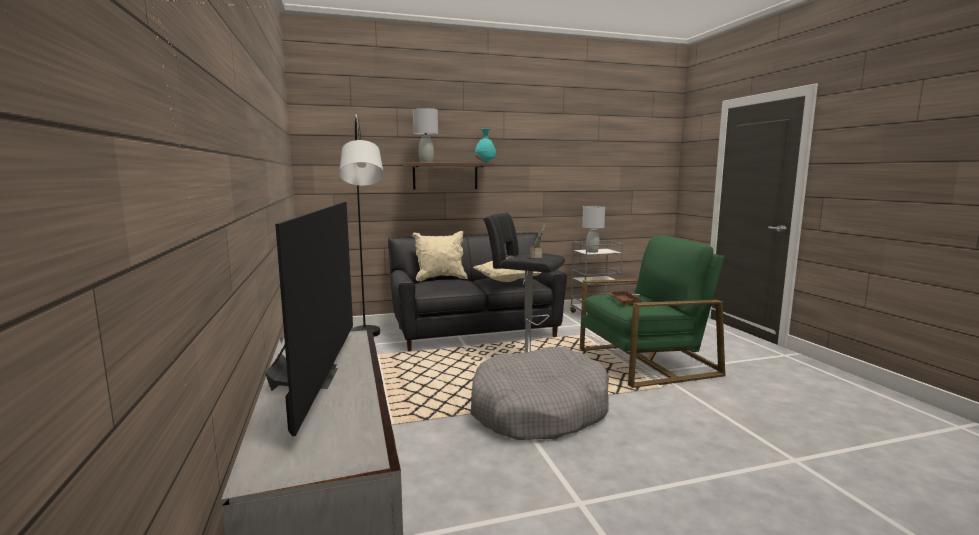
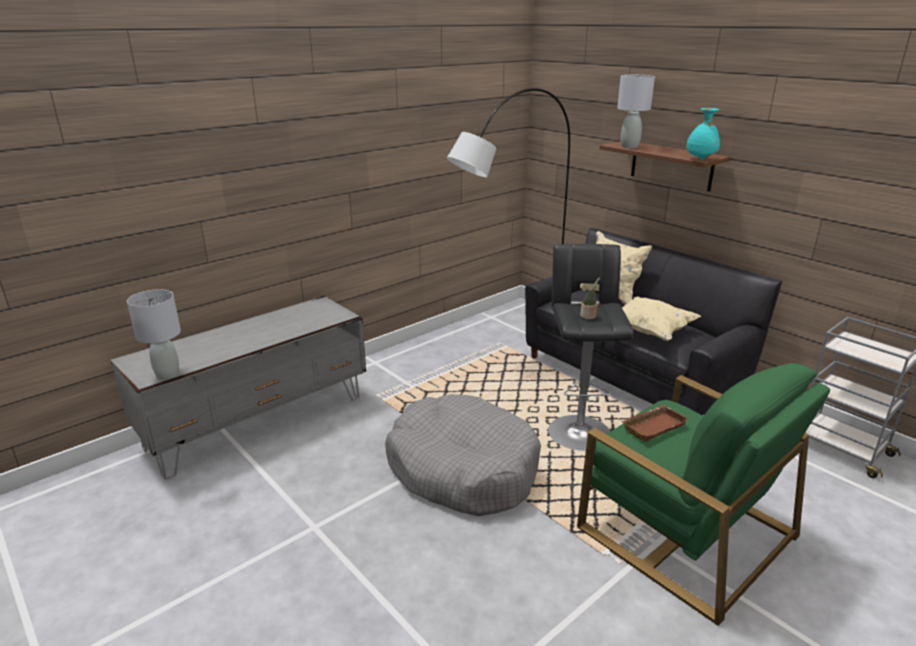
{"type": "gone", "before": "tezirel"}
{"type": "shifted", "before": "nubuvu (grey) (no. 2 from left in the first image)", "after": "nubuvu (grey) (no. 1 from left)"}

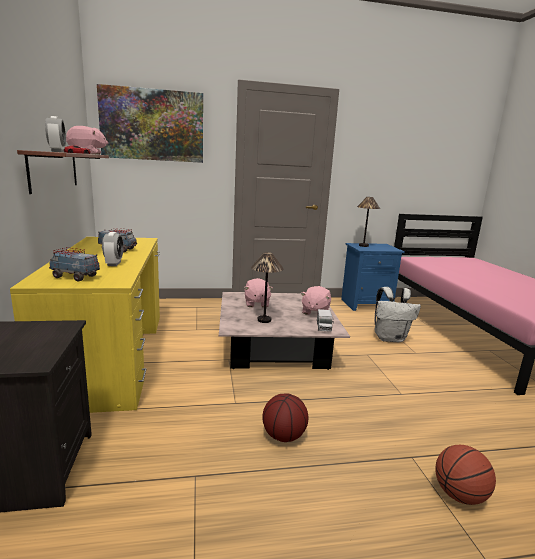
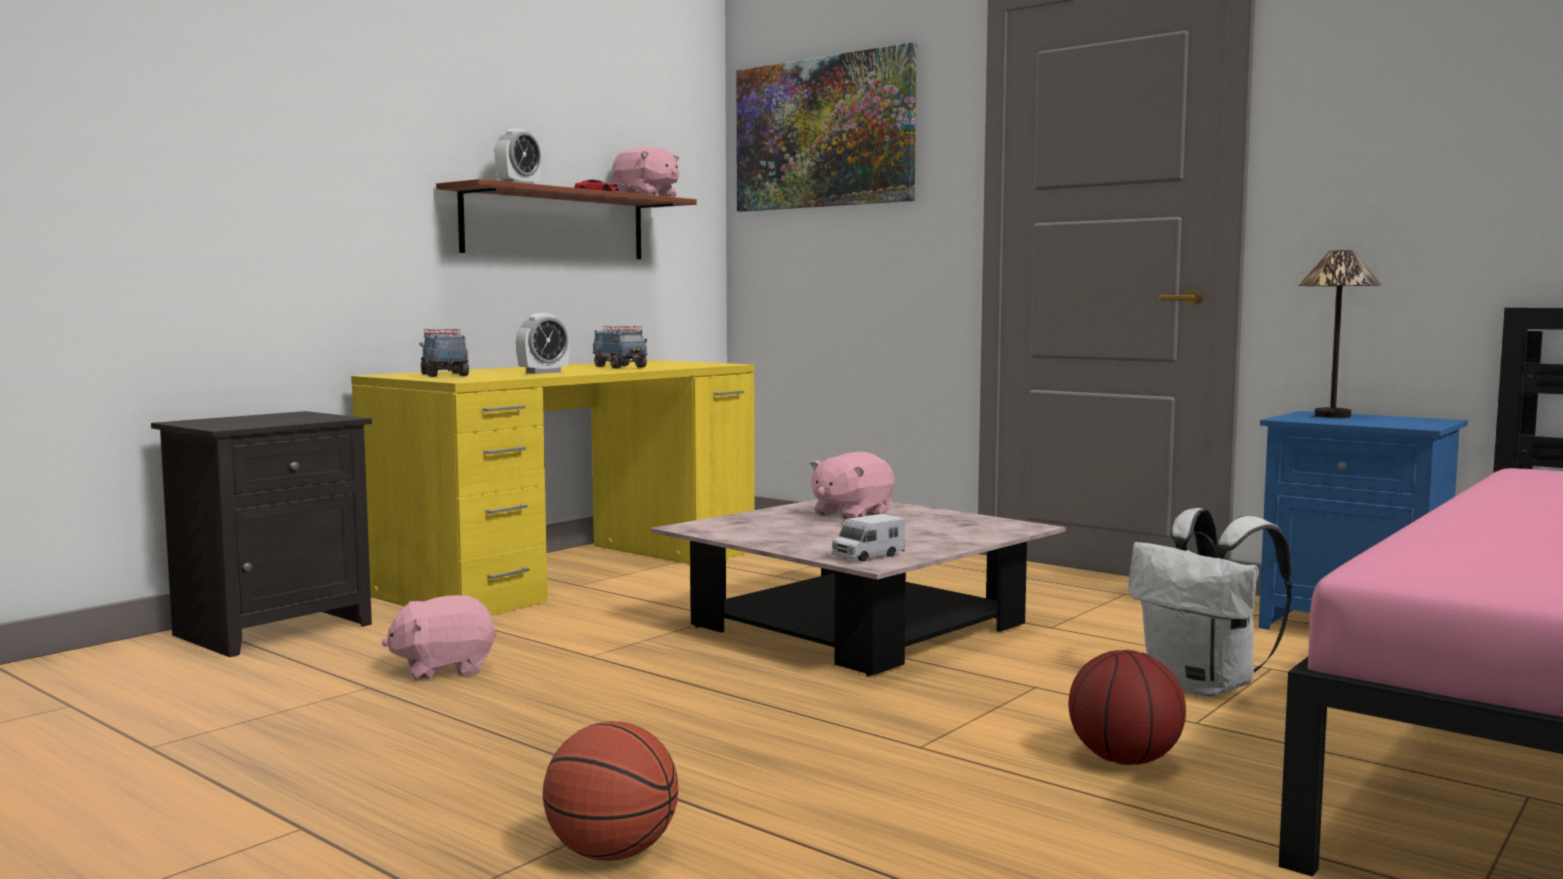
{"type": "gone", "before": "nubuvu (no. 1 from left)"}
{"type": "shifted", "before": "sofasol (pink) (no. 3 from left in the first image)", "after": "sofasol (pink) (no. 1 from left)"}
{"type": "shifted", "before": "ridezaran (no. 1 from left in the first image)", "after": "ridezaran (no. 2 from left)"}

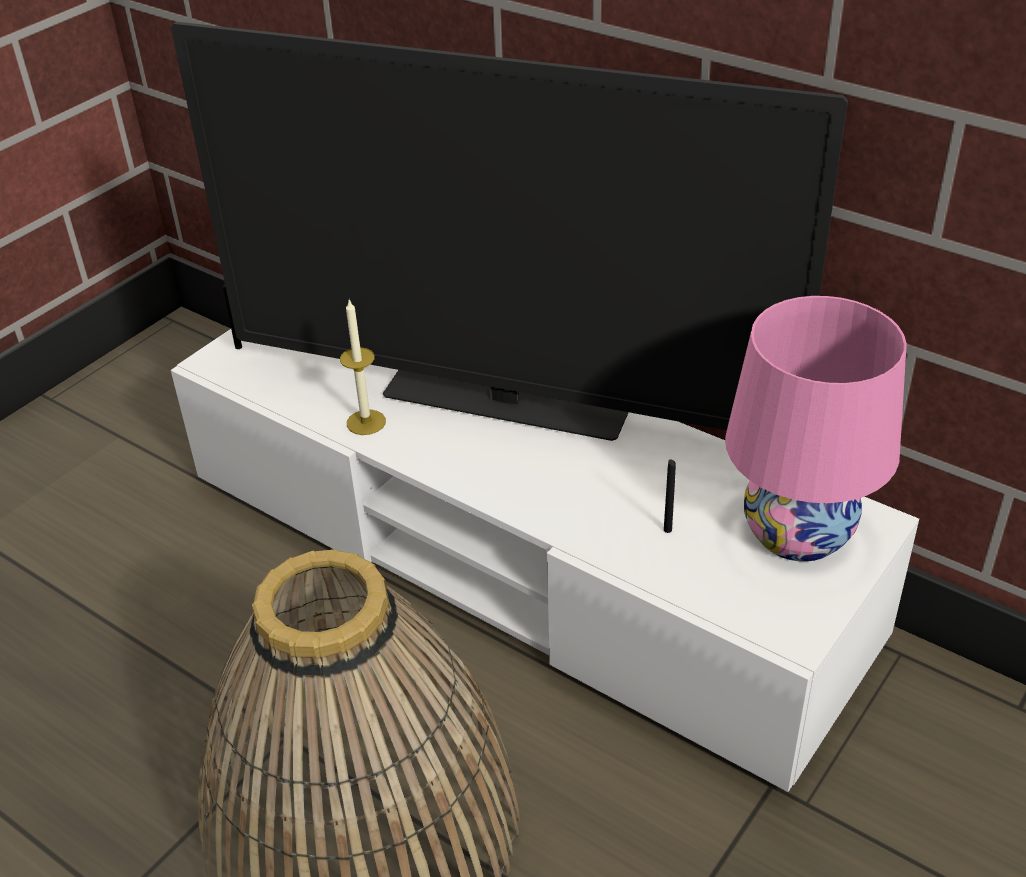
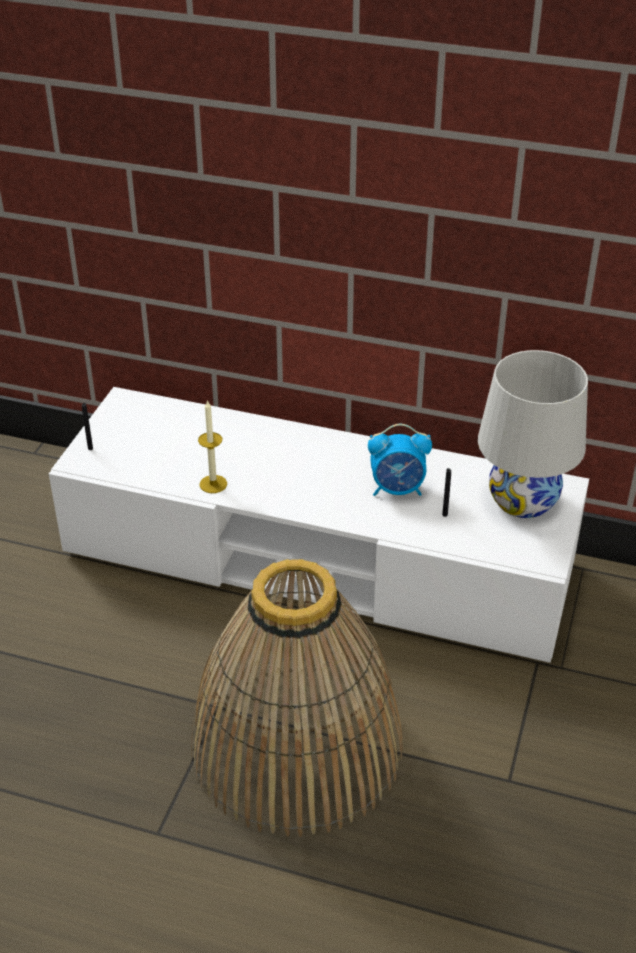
{"type": "gone", "before": "tezirel"}
{"type": "repainted", "before": "nubuvu (pink)", "after": "nubuvu (white)"}
{"type": "new", "after": "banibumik"}

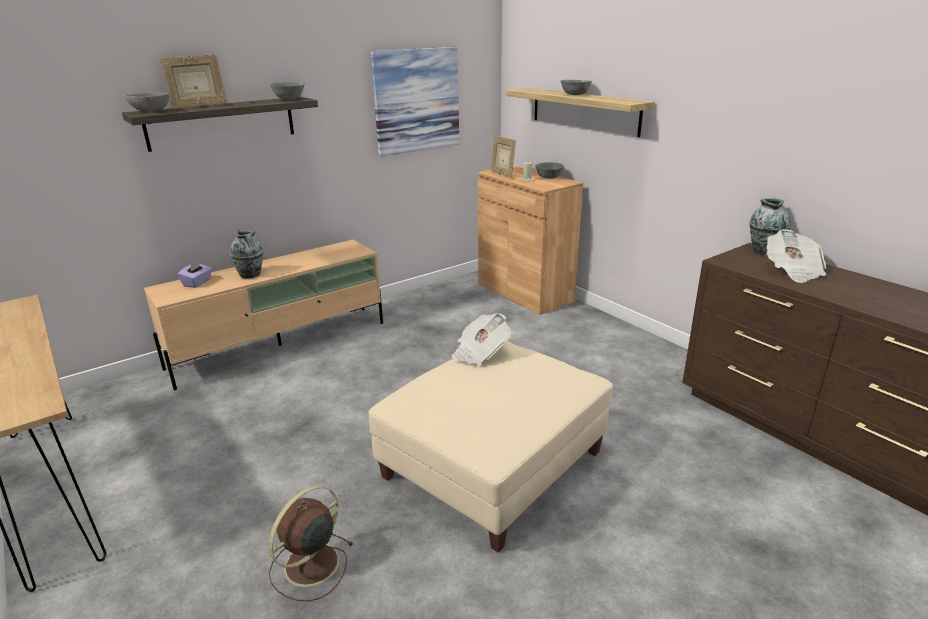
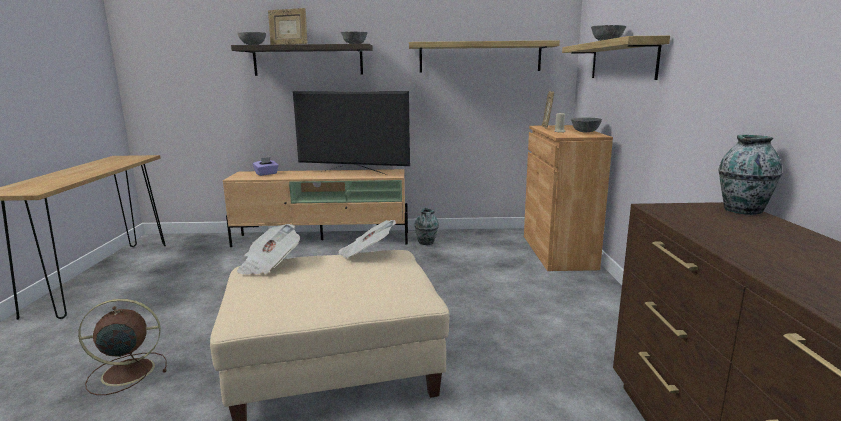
{"type": "swapped", "before": "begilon", "after": "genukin (no. 2 from left)"}
{"type": "shifted", "before": "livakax (no. 2 from left in the first image)", "after": "livakax (no. 1 from left)"}
{"type": "shifted", "before": "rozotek (no. 1 from left)"}
{"type": "new", "after": "tezirel"}

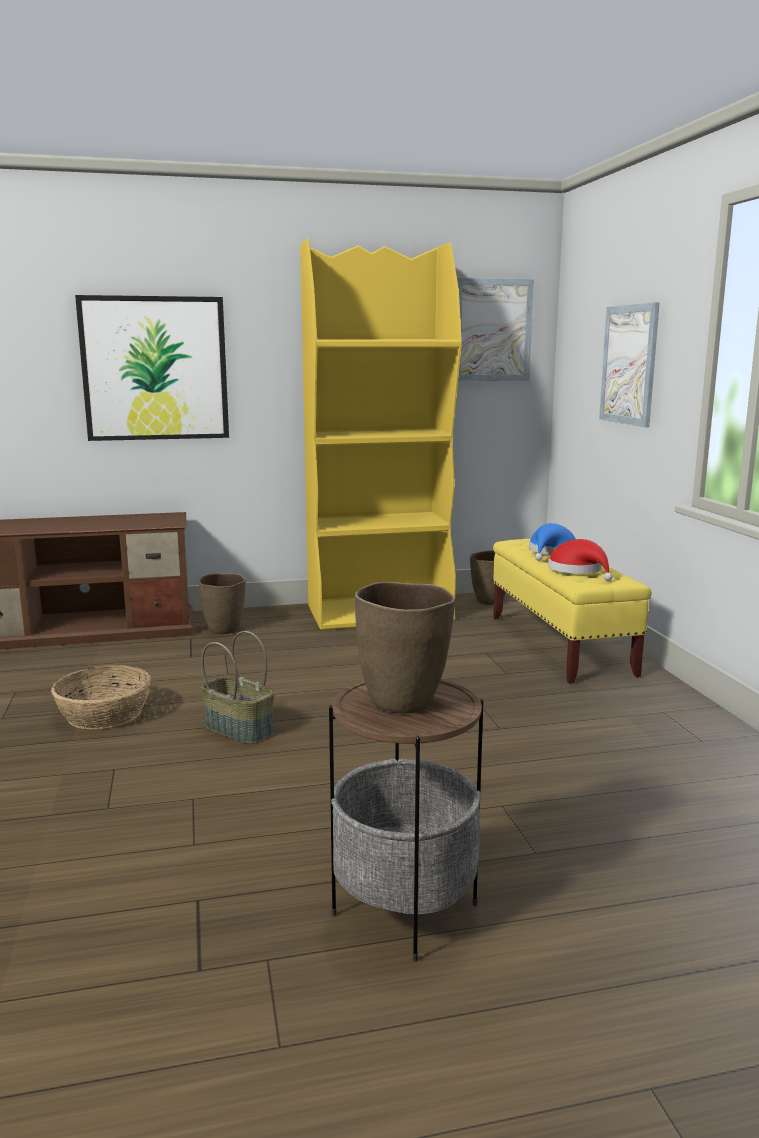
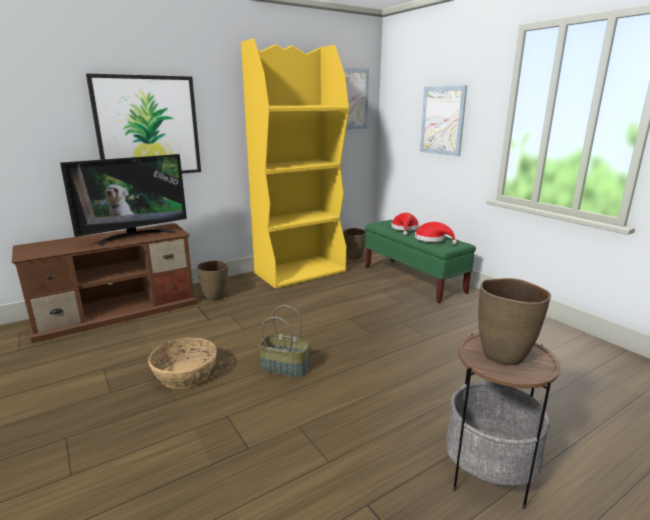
{"type": "repainted", "before": "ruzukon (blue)", "after": "ruzukon (red) (no. 1 from left)"}
{"type": "repainted", "before": "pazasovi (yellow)", "after": "pazasovi (green)"}
{"type": "new", "after": "tezirel"}

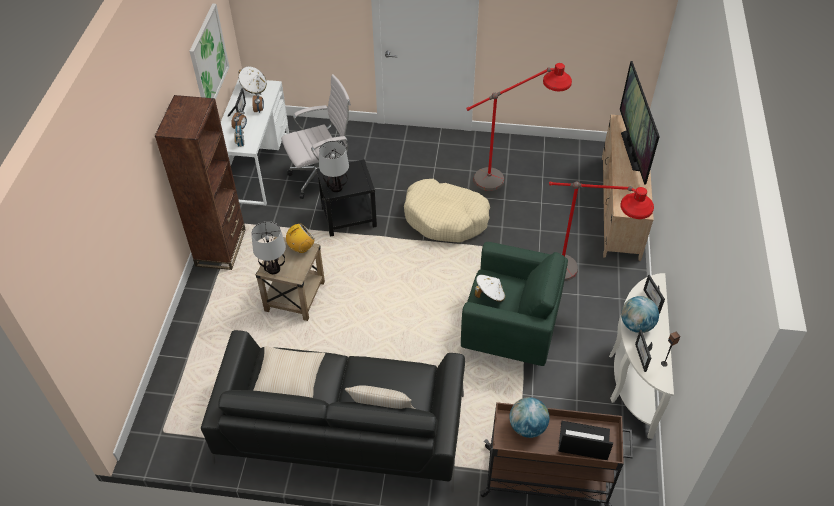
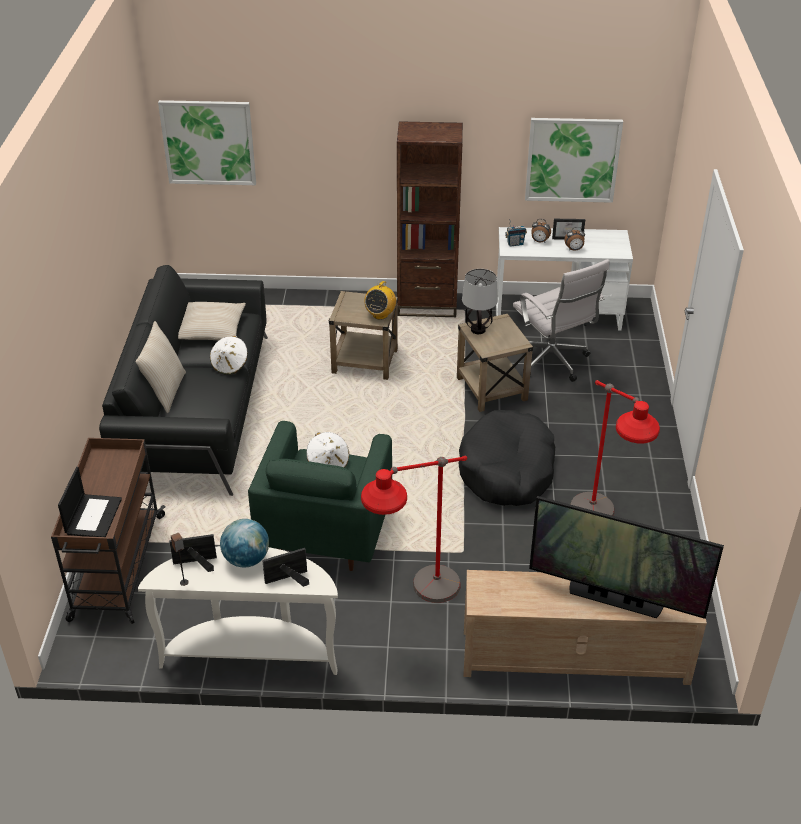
{"type": "rotated", "before": "tezirel", "turn": -150}
{"type": "shifted", "before": "ruzukon (white) (no. 1 from left)"}
{"type": "repainted", "before": "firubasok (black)", "after": "firubasok (beige) (no. 2 from left)"}
{"type": "repainted", "before": "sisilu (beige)", "after": "sisilu (black)"}
{"type": "gone", "before": "nubuvu (no. 1 from left)"}
{"type": "rotated", "before": "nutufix (no. 2 from left in the first image)", "turn": 60}
{"type": "gone", "before": "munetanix (no. 1 from left)"}
{"type": "new", "after": "begilon (no. 1 from left)"}

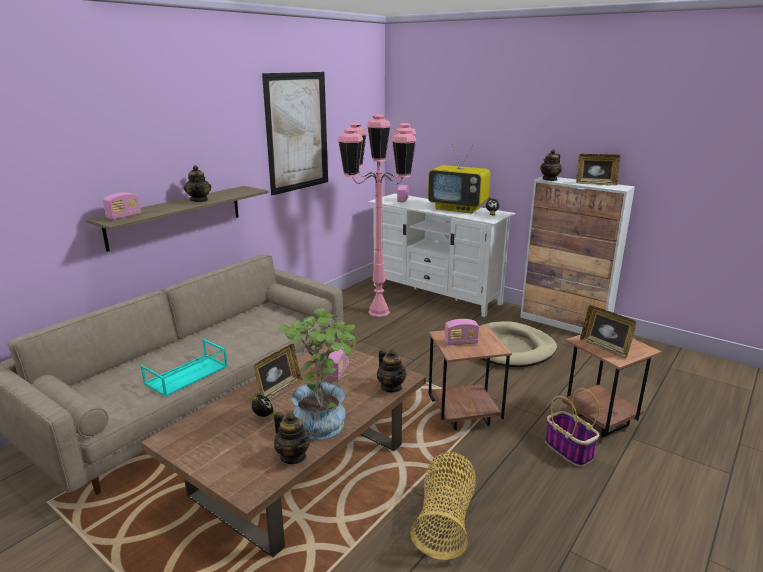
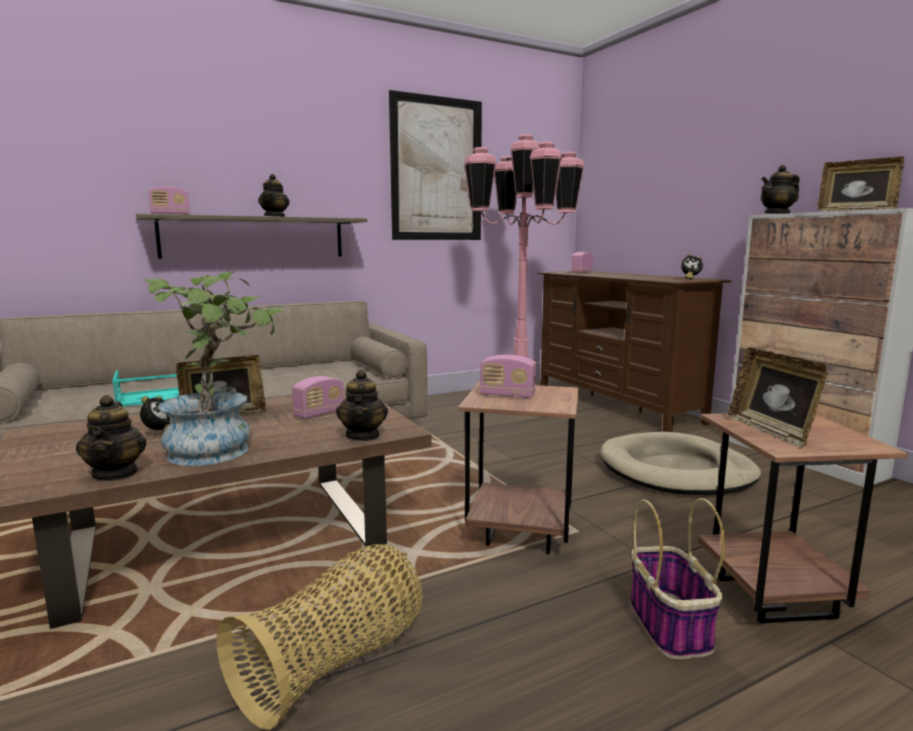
{"type": "gone", "before": "tezirel"}
{"type": "repainted", "before": "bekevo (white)", "after": "bekevo (brown)"}

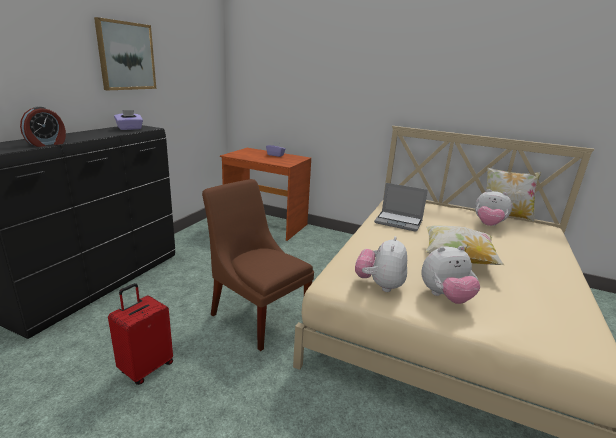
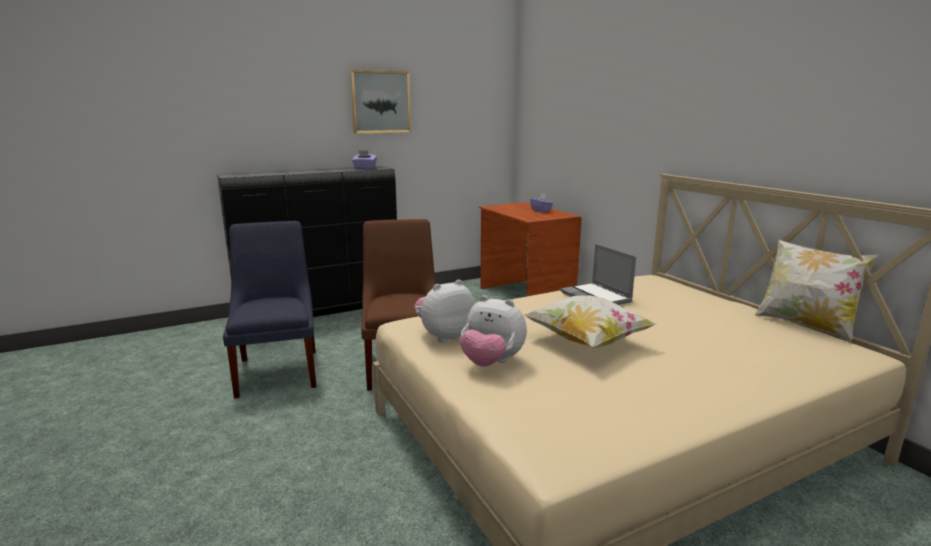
{"type": "gone", "before": "banibumik"}
{"type": "gone", "before": "sofasol (no. 3 from left)"}
{"type": "swapped", "before": "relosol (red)", "after": "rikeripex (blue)"}

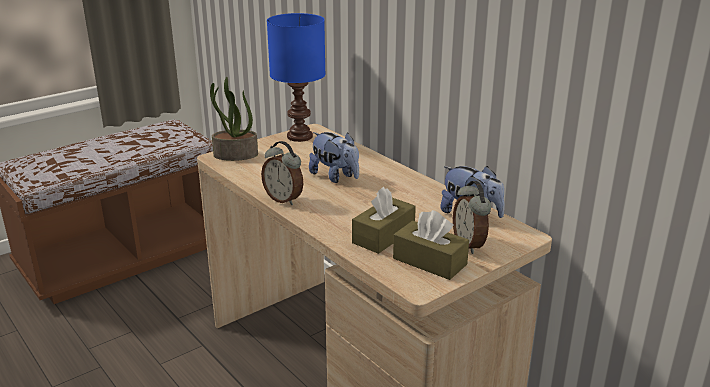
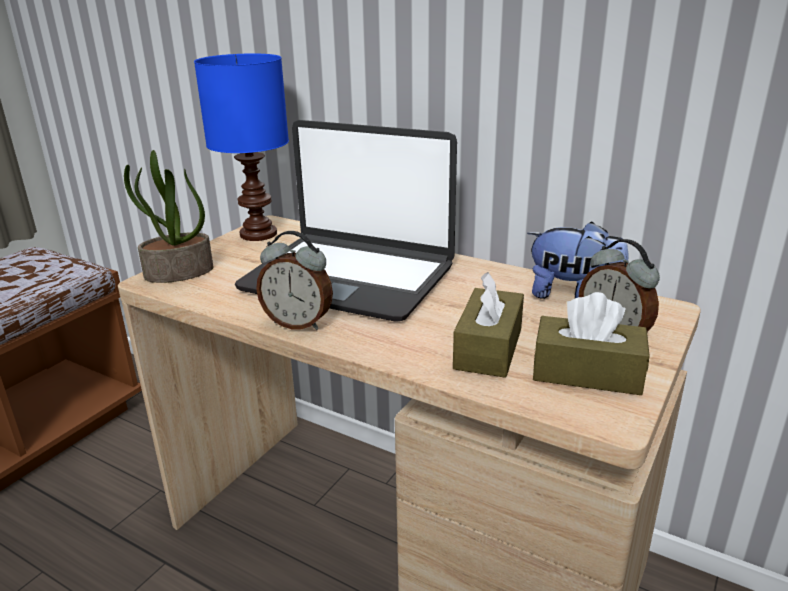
{"type": "swapped", "before": "sofasol (no. 1 from left)", "after": "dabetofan"}

